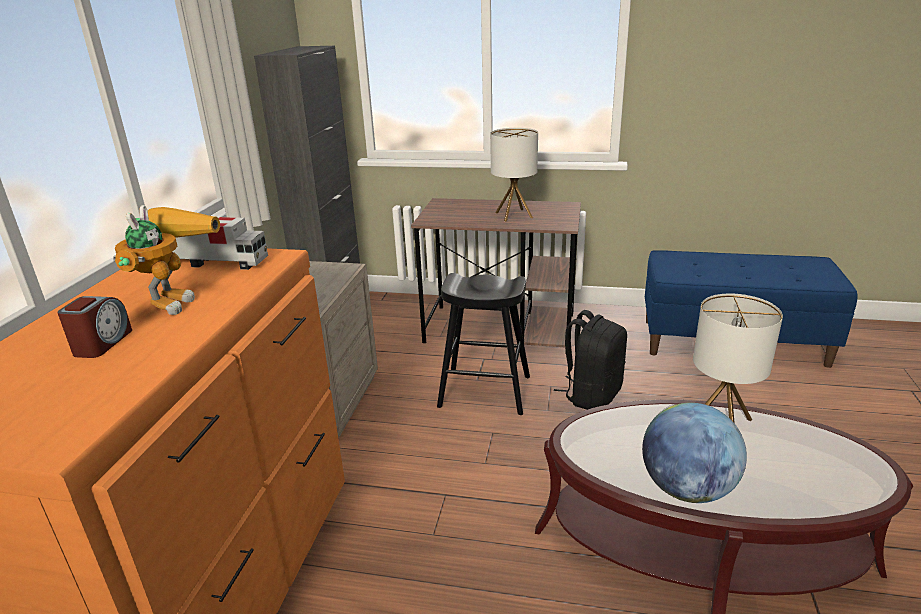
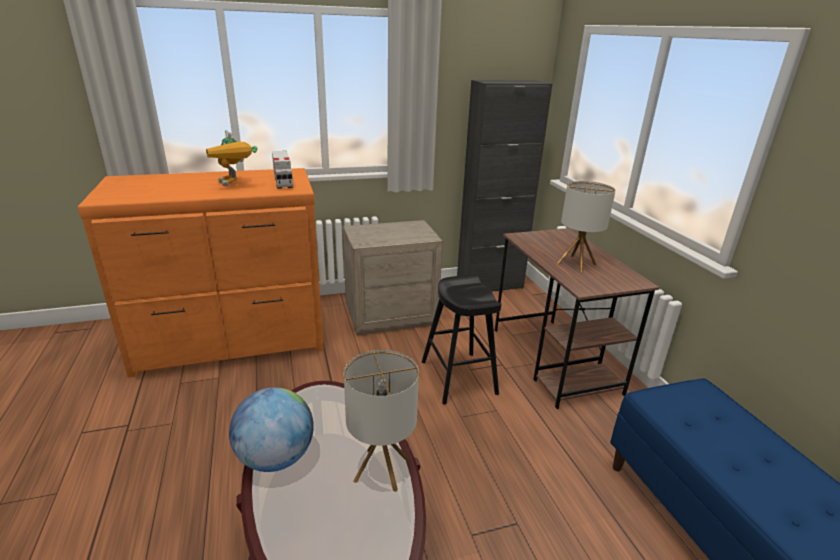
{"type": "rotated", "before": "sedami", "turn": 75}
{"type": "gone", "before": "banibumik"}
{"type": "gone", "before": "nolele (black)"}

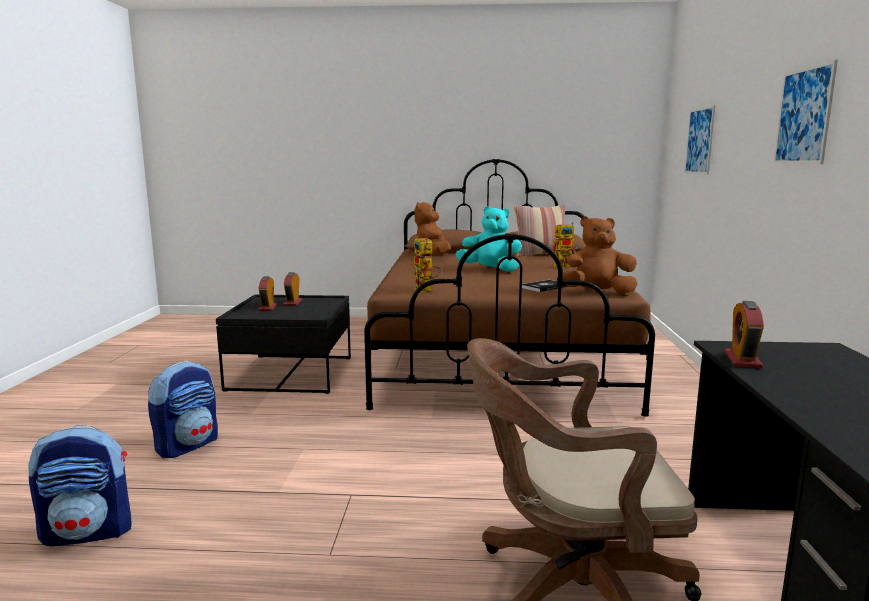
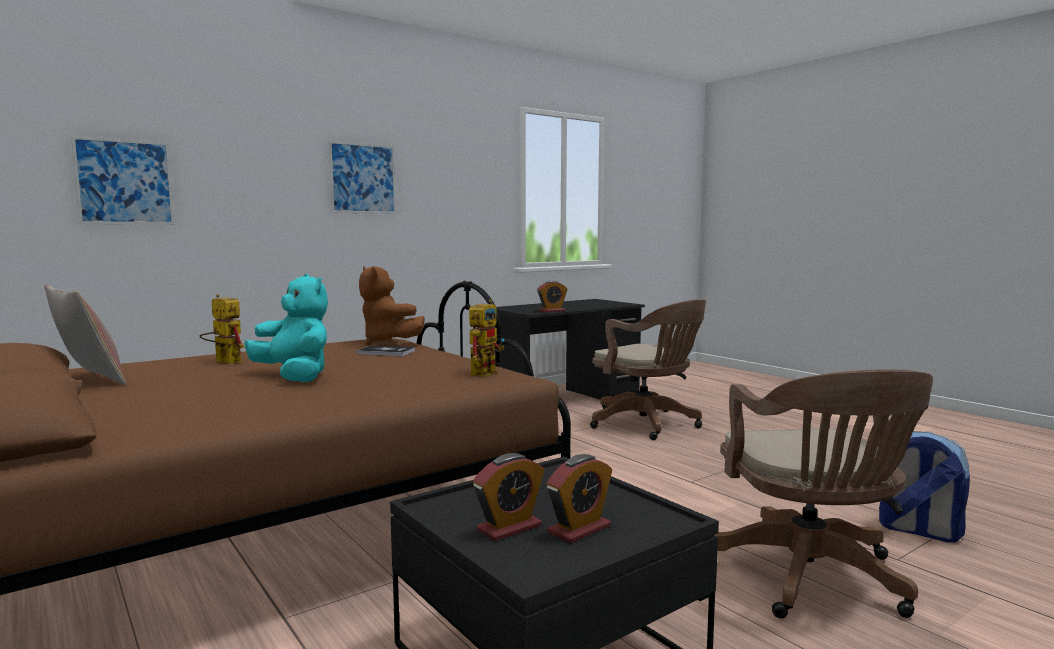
{"type": "gone", "before": "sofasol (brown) (no. 1 from left)"}
{"type": "rotated", "before": "sofasol (turquoise)", "turn": 150}
{"type": "swapped", "before": "nolele (no. 2 from left)", "after": "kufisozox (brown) (no. 2 from left)"}

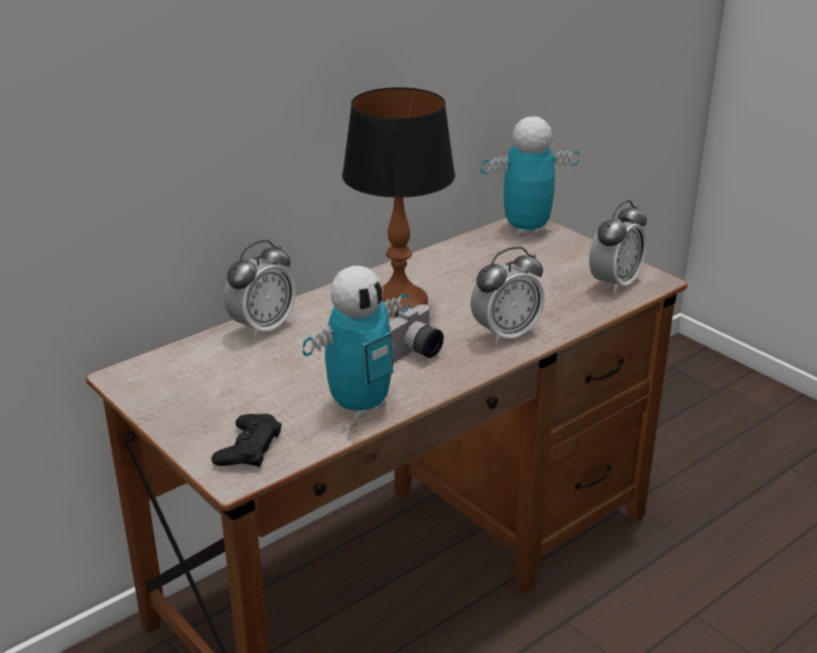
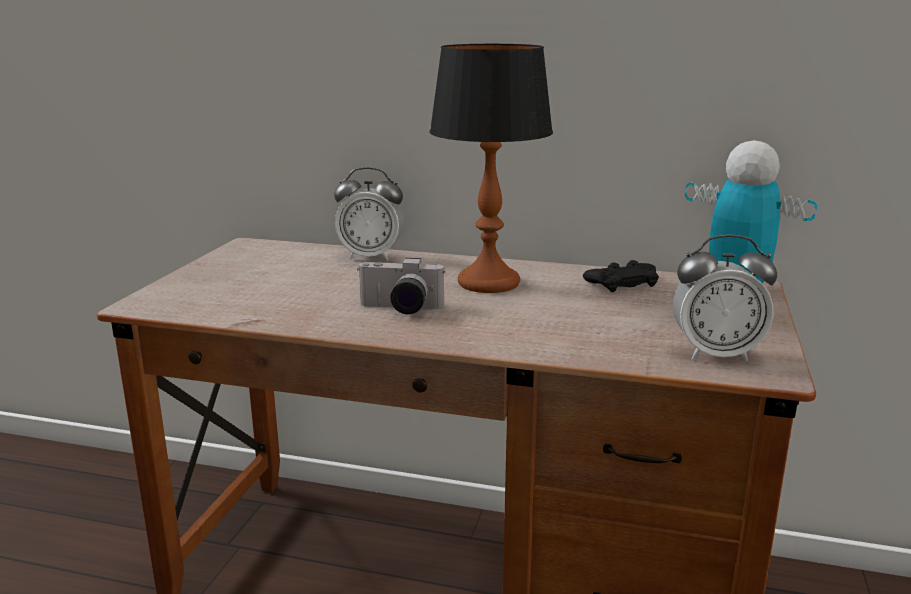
{"type": "gone", "before": "banibumik (no. 2 from left)"}
{"type": "gone", "before": "sedami (no. 1 from left)"}
{"type": "shifted", "before": "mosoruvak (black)"}

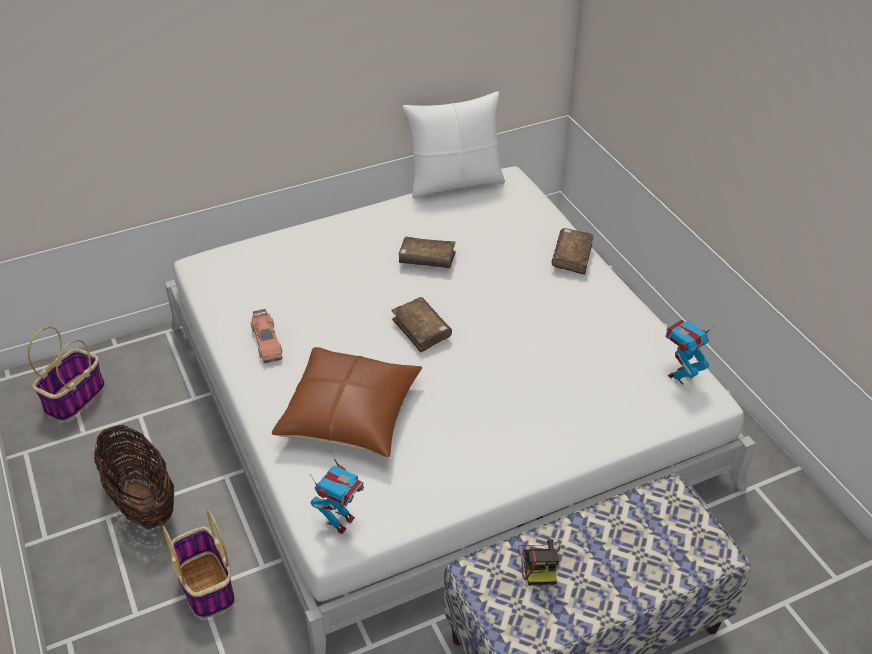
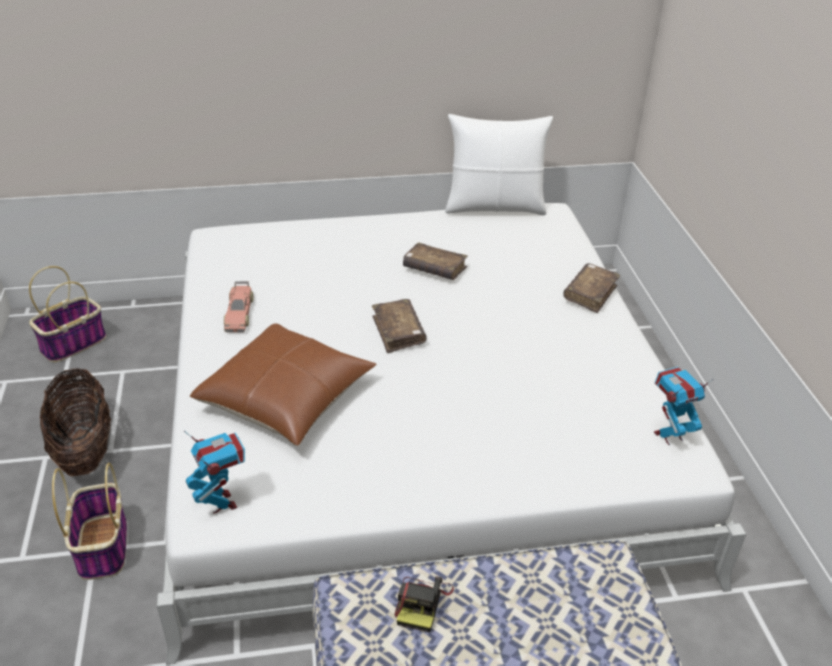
{"type": "rotated", "before": "sedami (no. 1 from left)", "turn": -75}

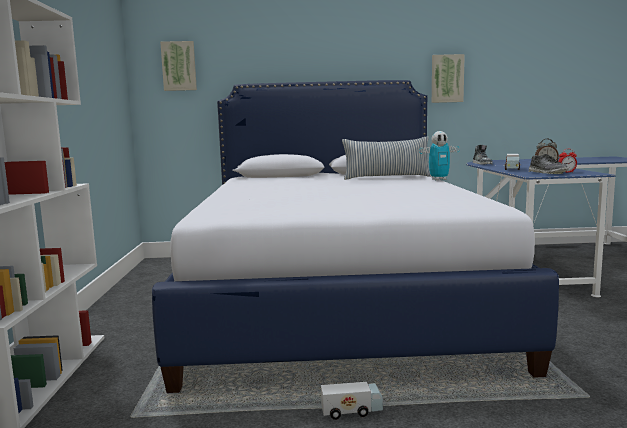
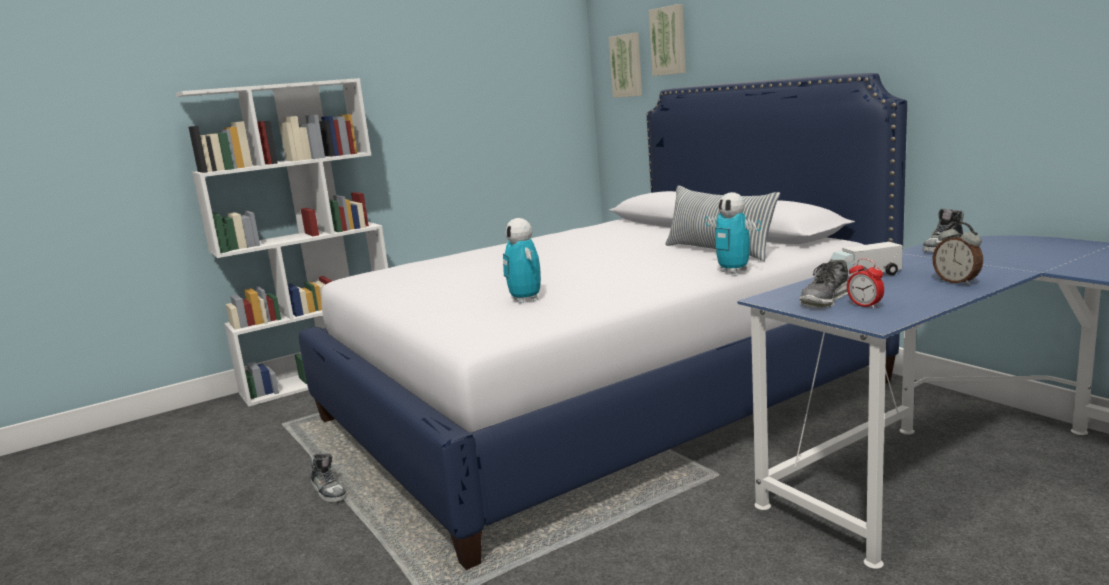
{"type": "shifted", "before": "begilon (no. 2 from left)"}
{"type": "swapped", "before": "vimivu (no. 1 from left)", "after": "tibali (no. 1 from left)"}
{"type": "new", "after": "sedami (no. 1 from left)"}

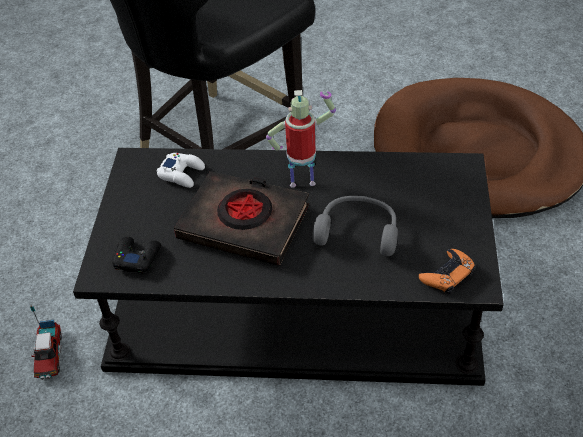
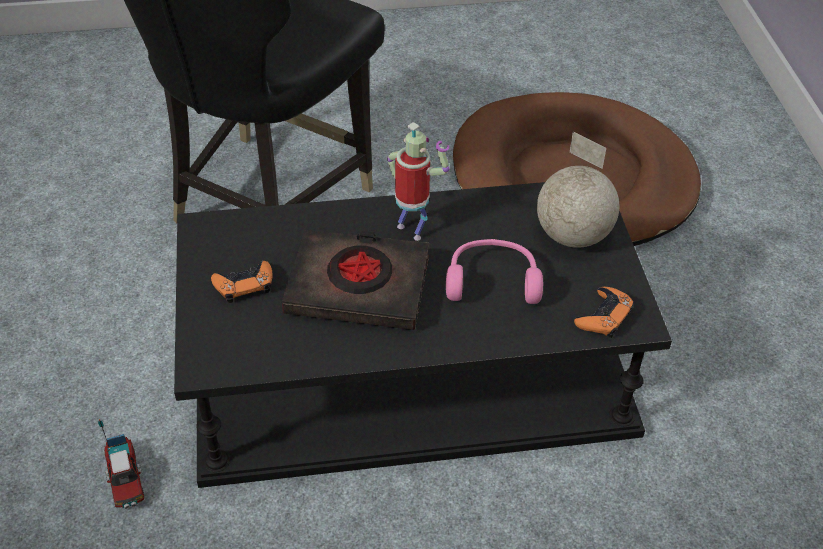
{"type": "rotated", "before": "sedami", "turn": 60}
{"type": "gone", "before": "mosoruvak (white)"}
{"type": "repainted", "before": "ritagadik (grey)", "after": "ritagadik (pink)"}
{"type": "gone", "before": "mosoruvak (black)"}
{"type": "new", "after": "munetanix"}
{"type": "new", "after": "mosoruvak (orange) (no. 1 from left)"}

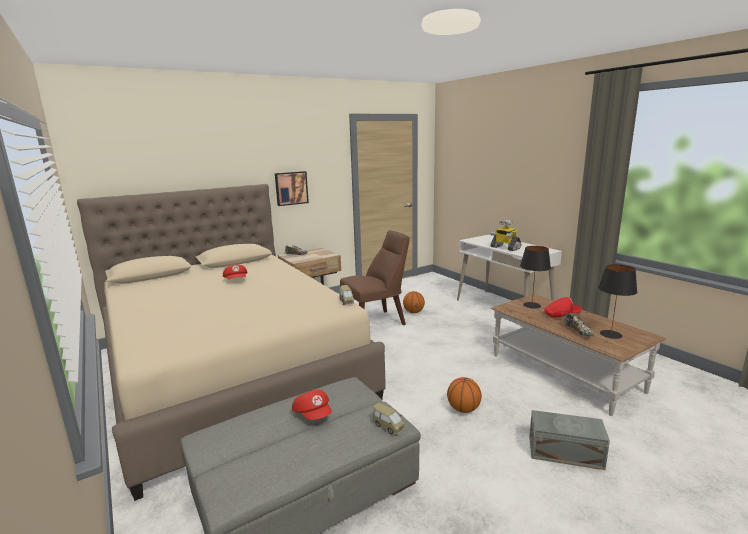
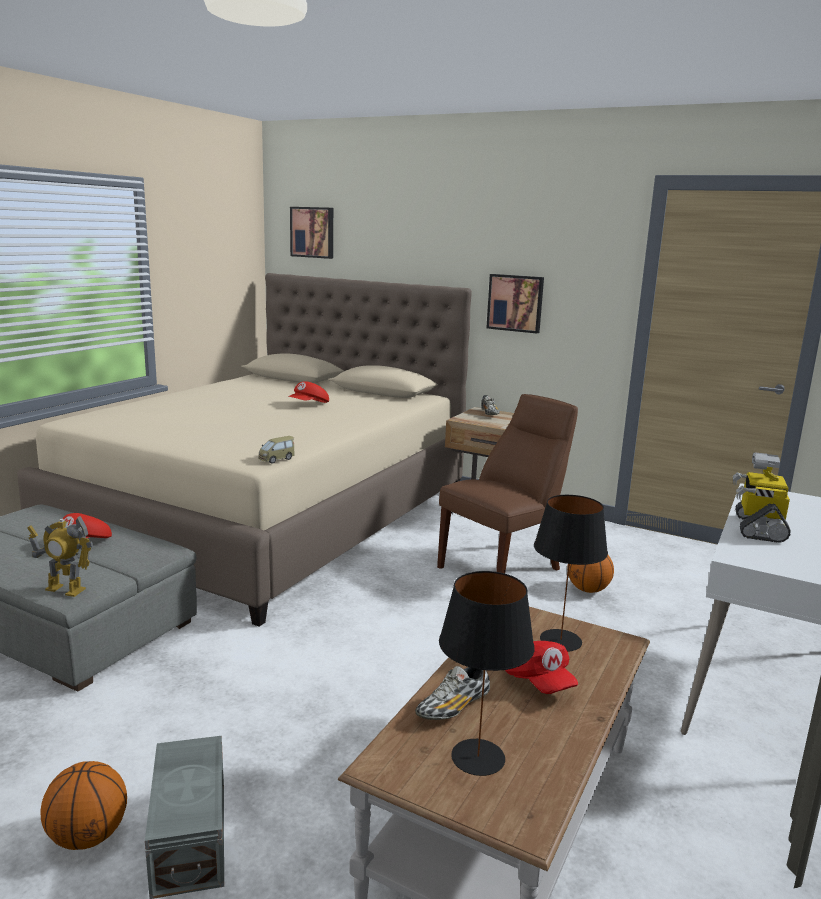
{"type": "rotated", "before": "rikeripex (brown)", "turn": -75}
{"type": "shifted", "before": "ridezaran (no. 2 from left in the first image)", "after": "ridezaran (no. 1 from left)"}
{"type": "swapped", "before": "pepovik (no. 2 from left)", "after": "sedami (no. 1 from left)"}
{"type": "new", "after": "begilon (no. 1 from left)"}

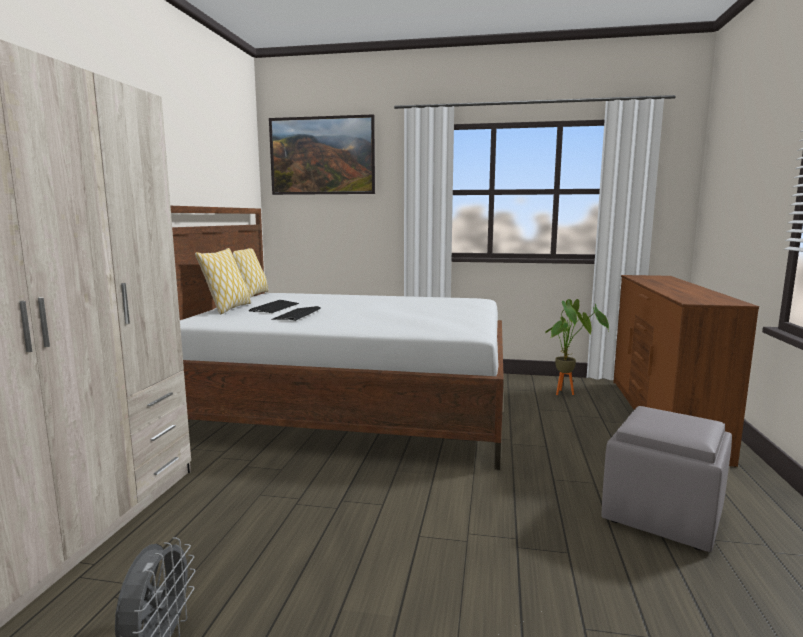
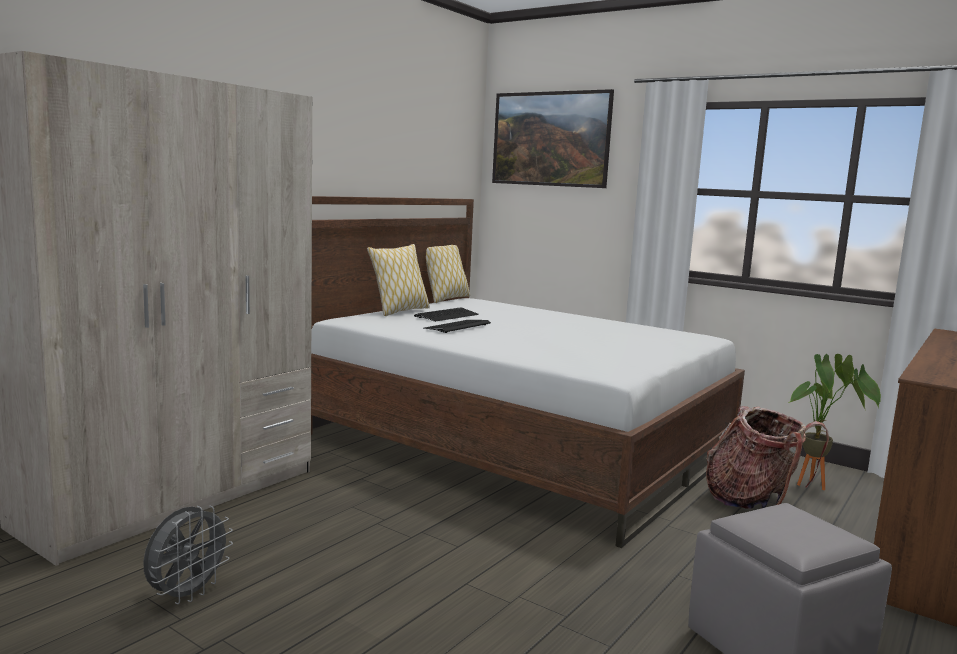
{"type": "new", "after": "nolele"}

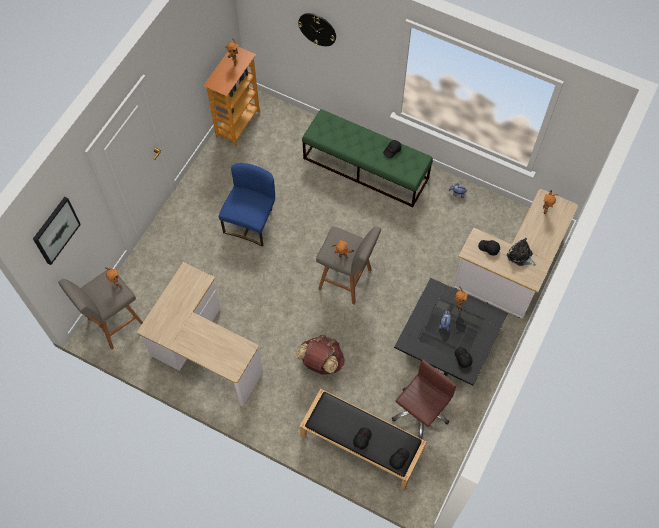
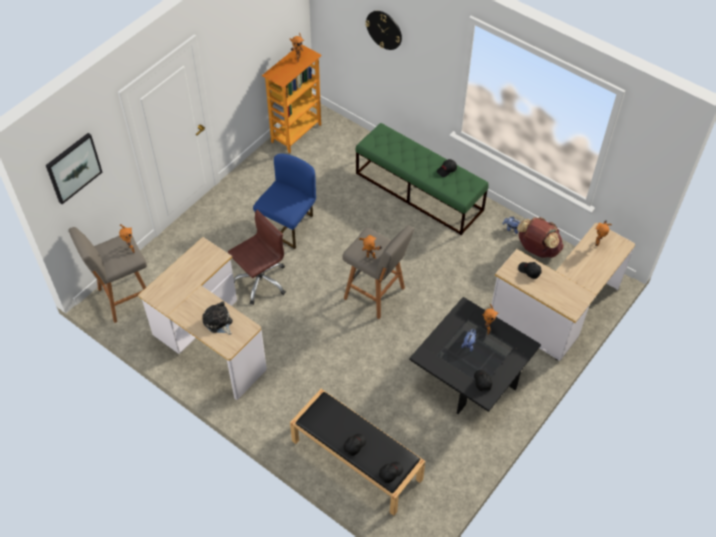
{"type": "shifted", "before": "sofasol (no. 3 from left in the first image)", "after": "sofasol (no. 1 from left)"}
{"type": "shifted", "before": "nolele (brown)"}
{"type": "shifted", "before": "kufisozox (brown)"}

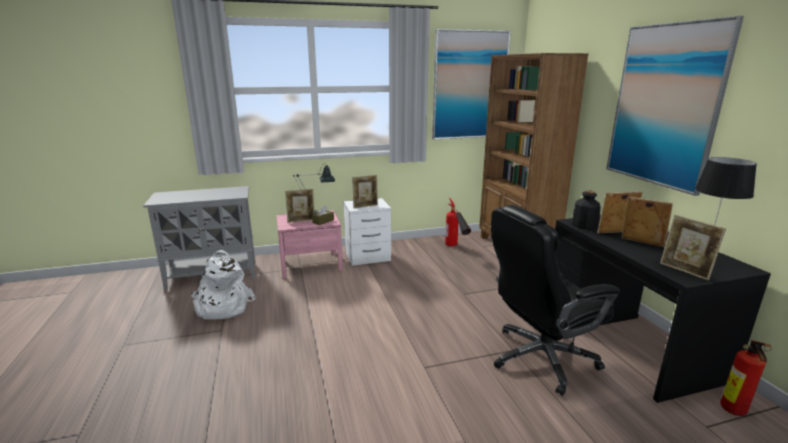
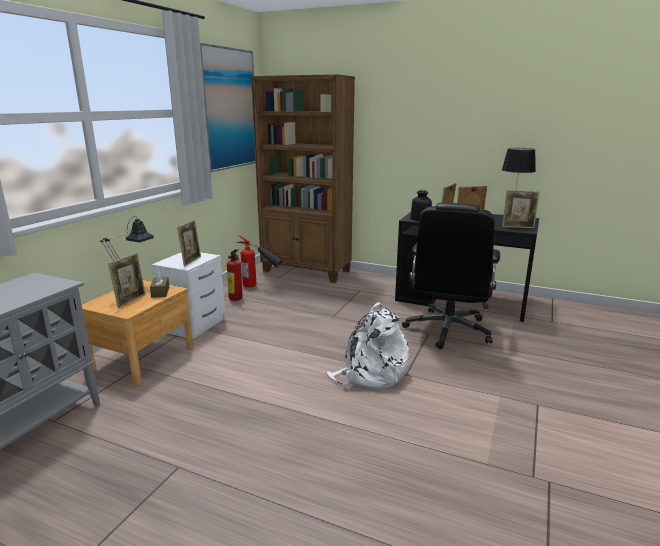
{"type": "gone", "before": "begilon (no. 2 from left)"}
{"type": "repainted", "before": "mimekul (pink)", "after": "mimekul (brown)"}
{"type": "shifted", "before": "nolele (white)"}
{"type": "shifted", "before": "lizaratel (no. 2 from left in the first image)", "after": "lizaratel (no. 1 from left)"}

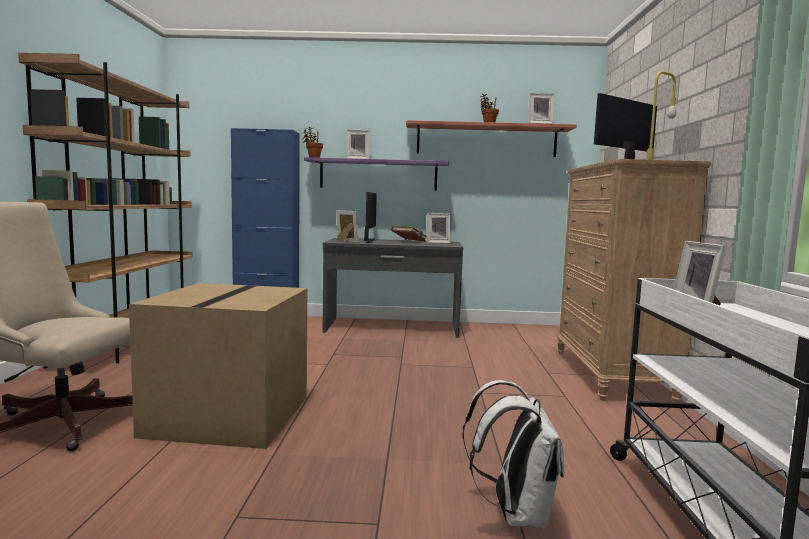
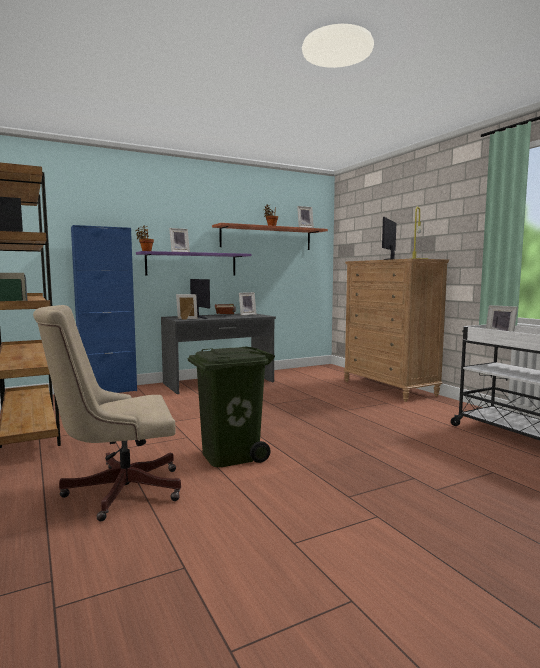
{"type": "swapped", "before": "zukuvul", "after": "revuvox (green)"}
{"type": "gone", "before": "nolele (white)"}

